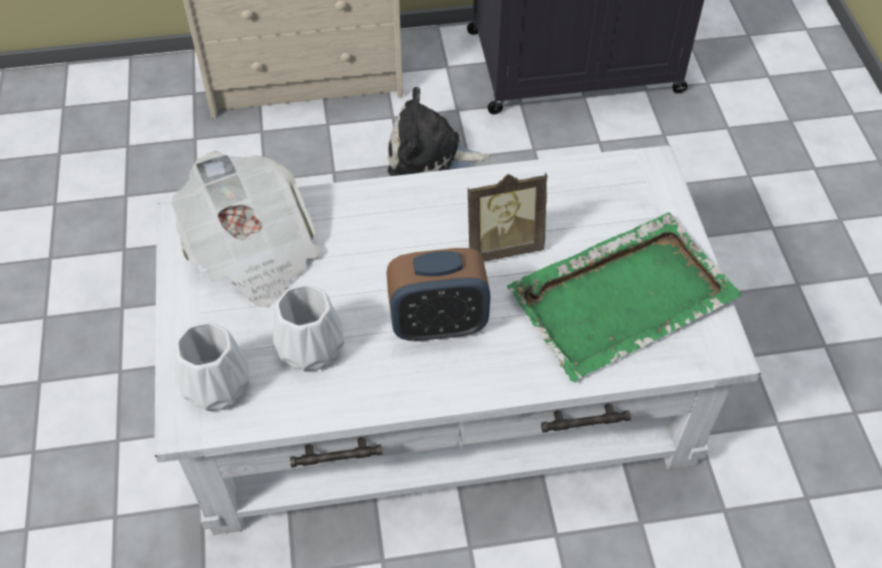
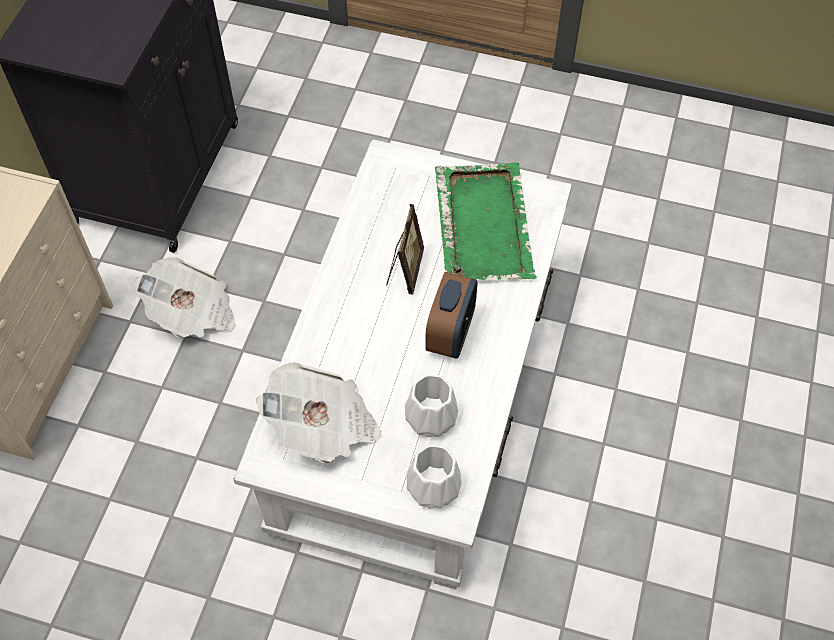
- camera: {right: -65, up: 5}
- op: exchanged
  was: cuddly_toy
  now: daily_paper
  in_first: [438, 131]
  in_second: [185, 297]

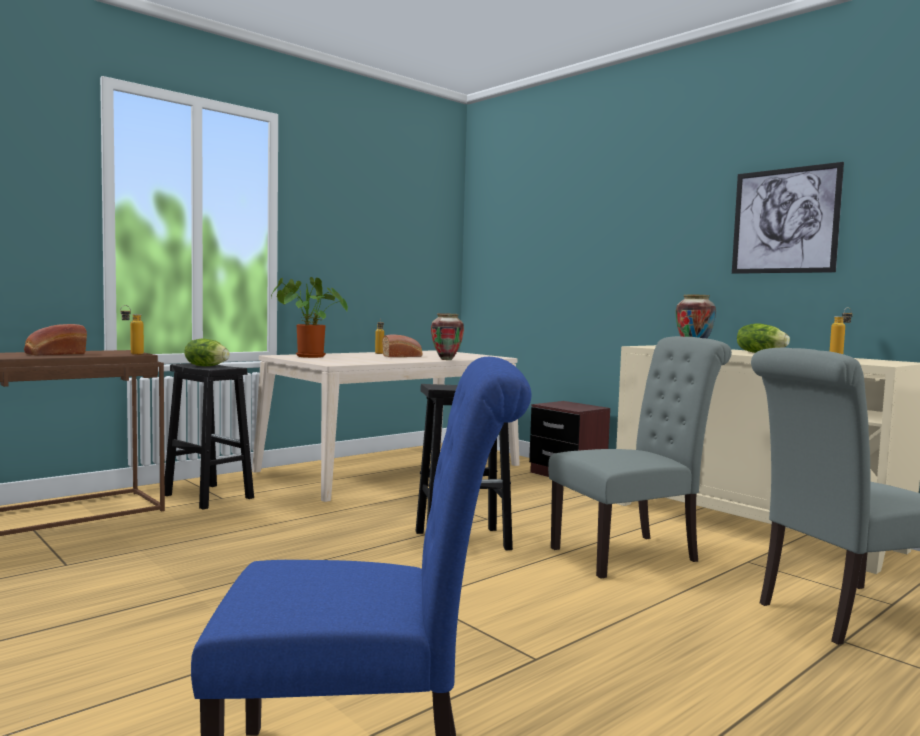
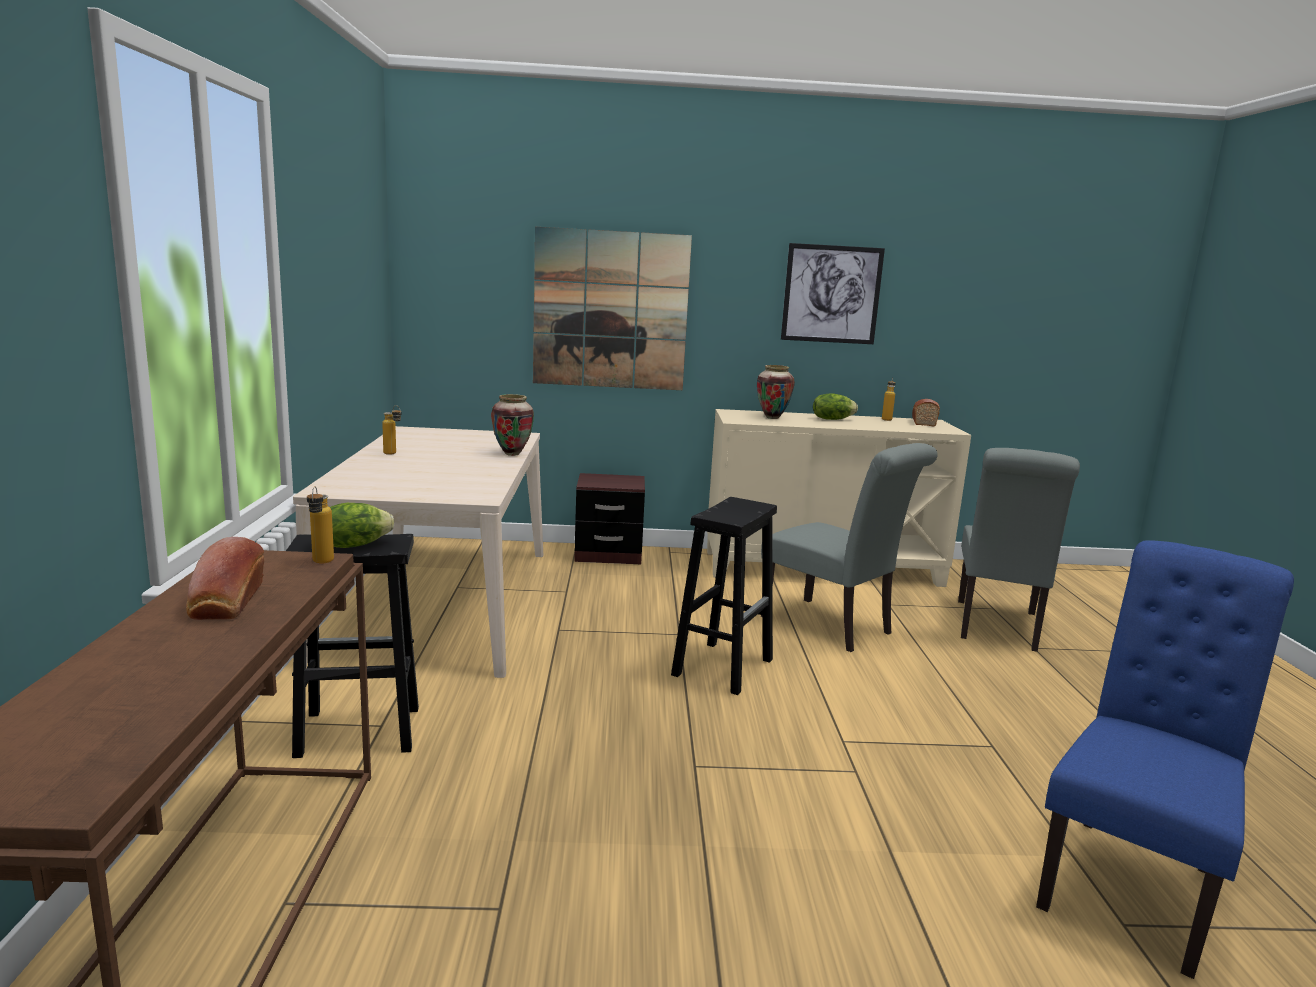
- camera: {right: -50, up: 10}
- op: appeared
  now: wall_art
  in_second: [612, 308]
- op: spun
  was: greyish_plain_chair
  in_first: [640, 457]
  in_second: [849, 547]
  clockwise: 120
- op: relocated
  was: bread
  in_first: [402, 345]
  in_second: [926, 413]
- op: missing
  was: potted_plant
  in_first: [309, 317]

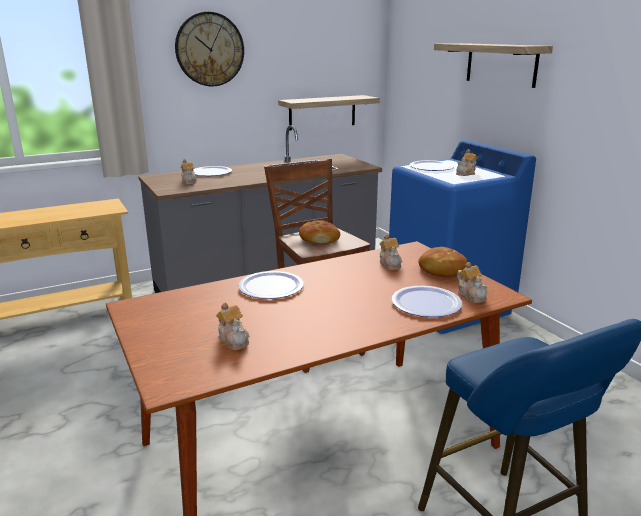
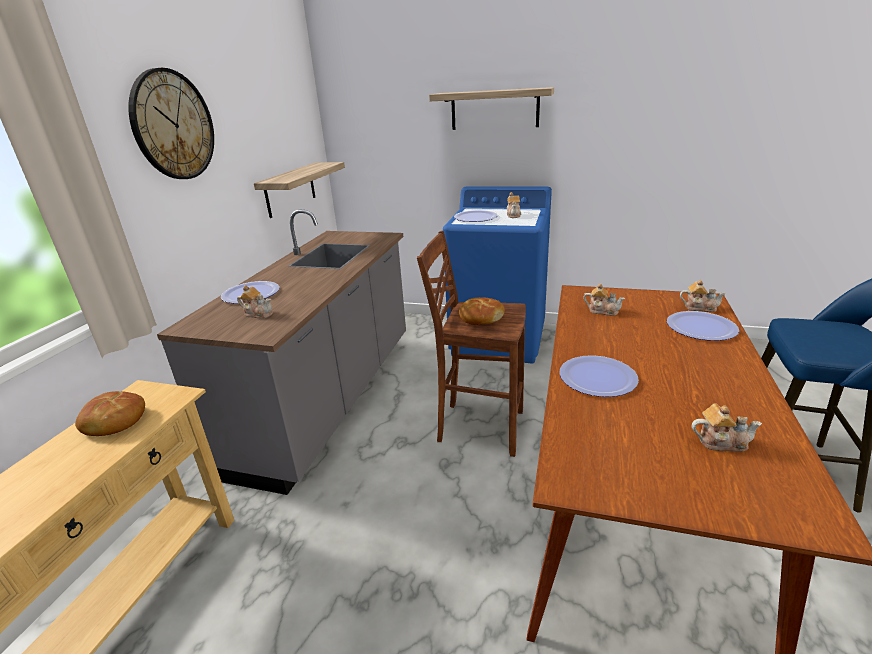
- camera: {right: -45, up: 5}
- op: relocated
  was: bread
  in_first: [443, 262]
  in_second: [110, 413]

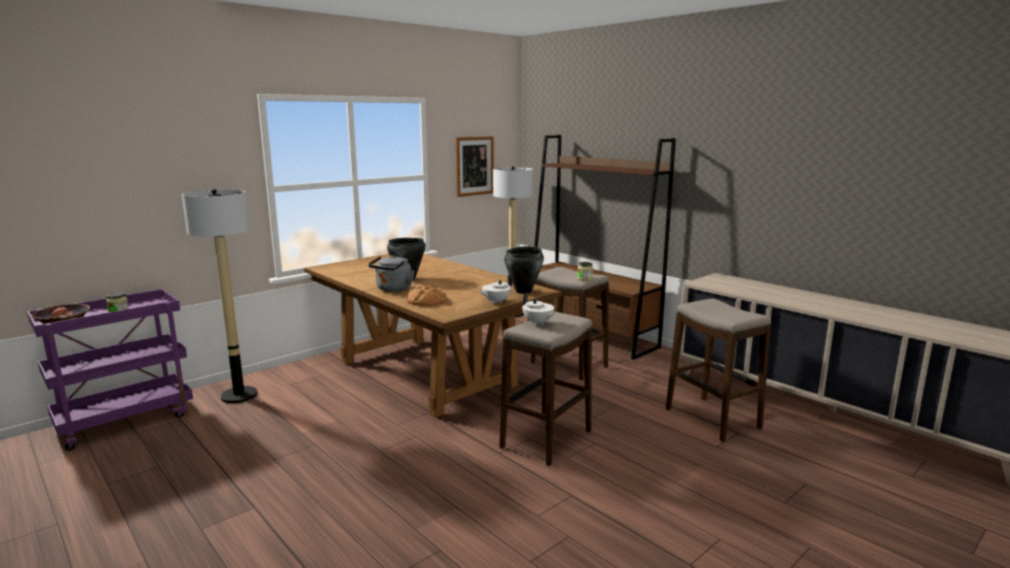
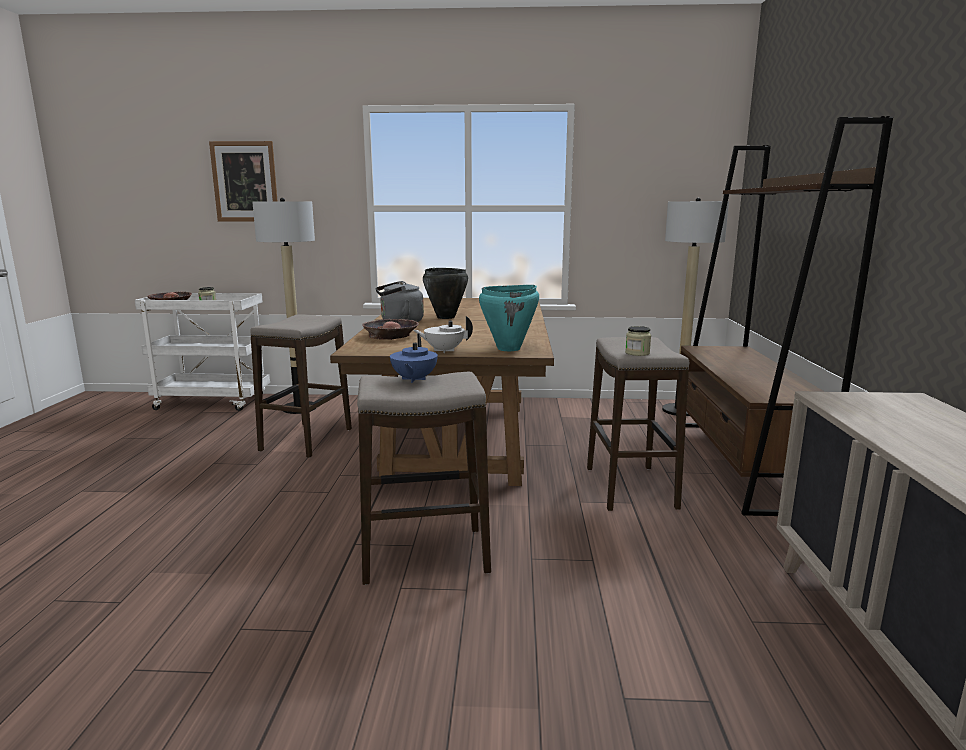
- camera: {right: 45, up: 0}
- op: colour
  was: purple-coloured_wheeled_cart
  now: whitish_wheeled_cart
  in_first: [110, 370]
  in_second: [202, 352]
- op: relocated
  was: wall_art
  in_first: [475, 166]
  in_second: [243, 181]
- op: relocated
  was: stool
  in_first: [718, 370]
  in_second: [301, 386]
- op: exchanged
  was: bread
  now: bowl
  in_first: [427, 295]
  in_second: [390, 329]
- op: colour
  was: whitish_teapot
  now: blue-coloured_teapot
  in_first: [538, 308]
  in_second: [414, 358]
- op: colour
  was: black-coloured_stockpot
  now: blue-green_stockpot
  in_first: [524, 270]
  in_second: [509, 318]

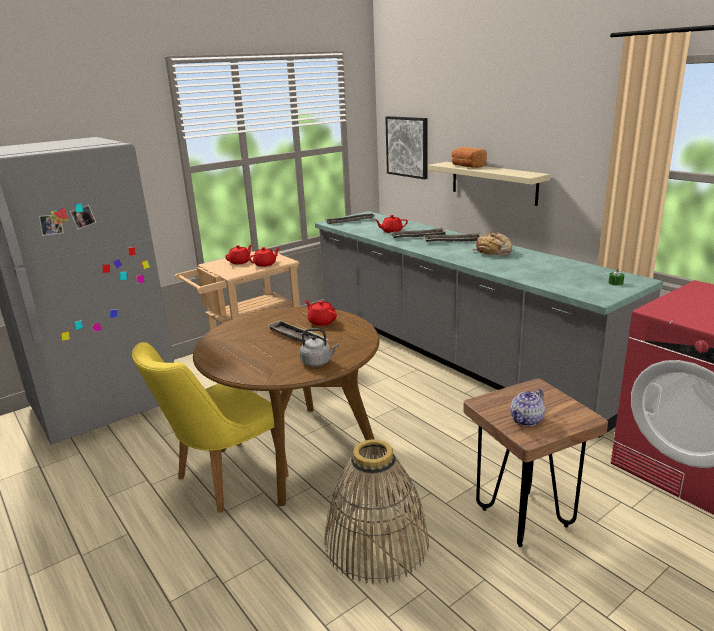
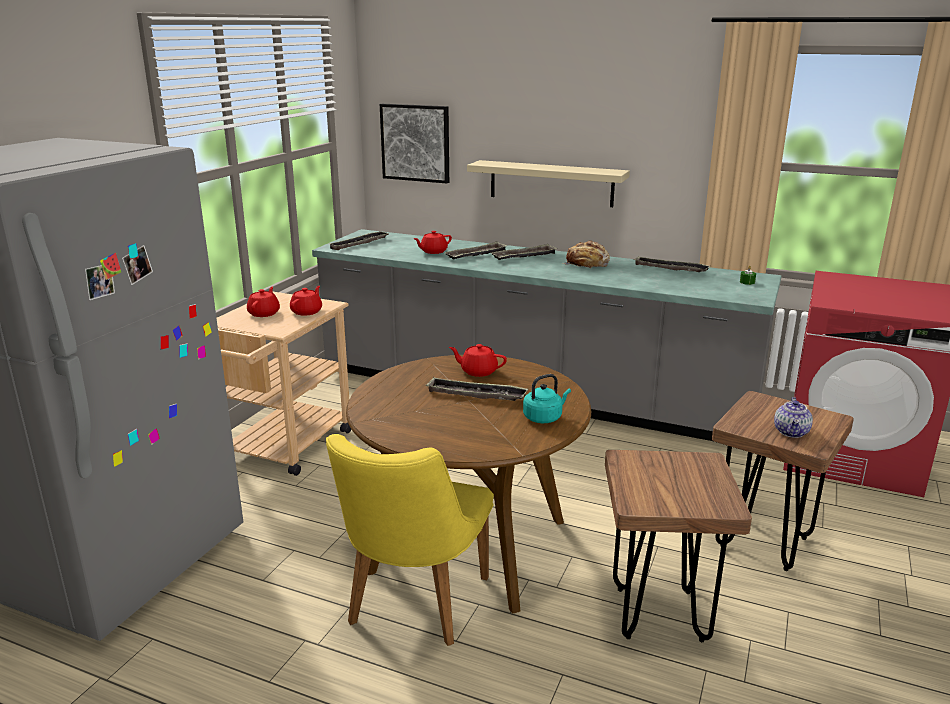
- camera: {right: -30, up: 0}
- op: colour
  was: greyish_water_kettle
  now: blue-green_water_kettle
  in_first: [319, 347]
  in_second: [547, 398]
- op: exchanged
  was: storage_basket
  now: brownish_stool
  in_first: [377, 511]
  in_second: [678, 546]
- op: appeared
  now: tray
  in_second: [671, 264]
- op: missing
  was: bread
  in_first: [469, 157]

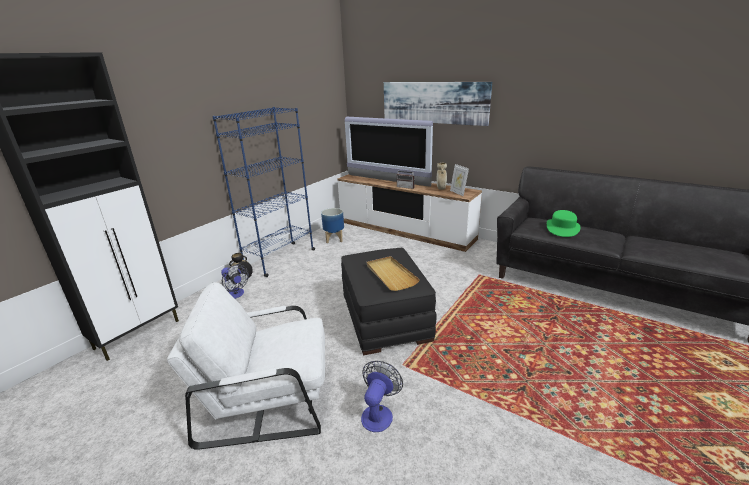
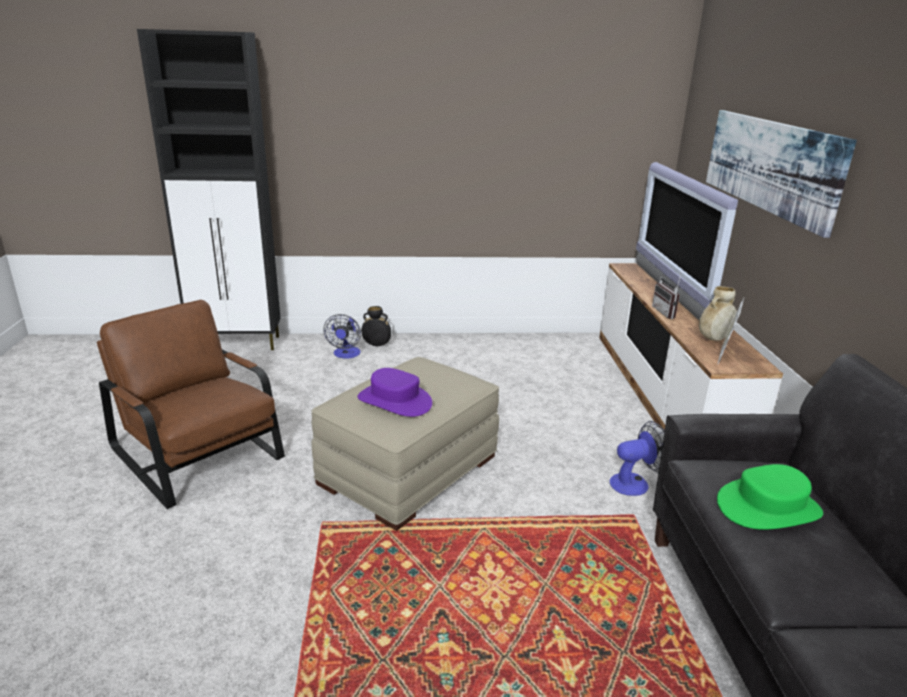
- camera: {right: 50, up: 0}
- op: colour
  was: whitish_lounge_chair
  now: brownish_lounge_chair
  in_first: [246, 366]
  in_second: [191, 404]
- op: colour
  was: black-coloured_footrest
  now: beige_footrest
  in_first: [389, 301]
  in_second: [405, 444]
- op: exchanged
  was: beige_tray
  now: purple-coloured_wearable_hat
  in_first: [393, 273]
  in_second: [394, 392]
- op: relocated
  was: electric_fan
  in_first: [382, 396]
  in_second: [637, 458]
- op: missing
  was: blue-coloured_bookcase
  in_first: [263, 192]
- op: missing
  was: planter
  in_first: [332, 225]

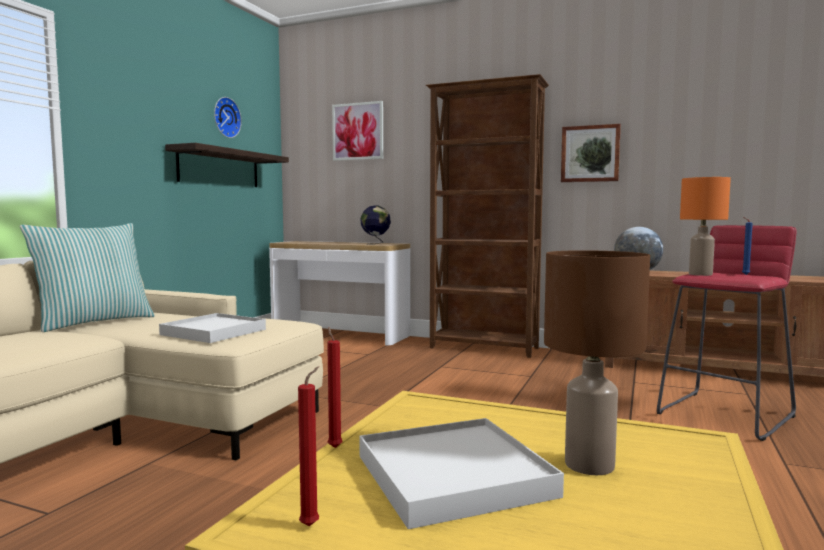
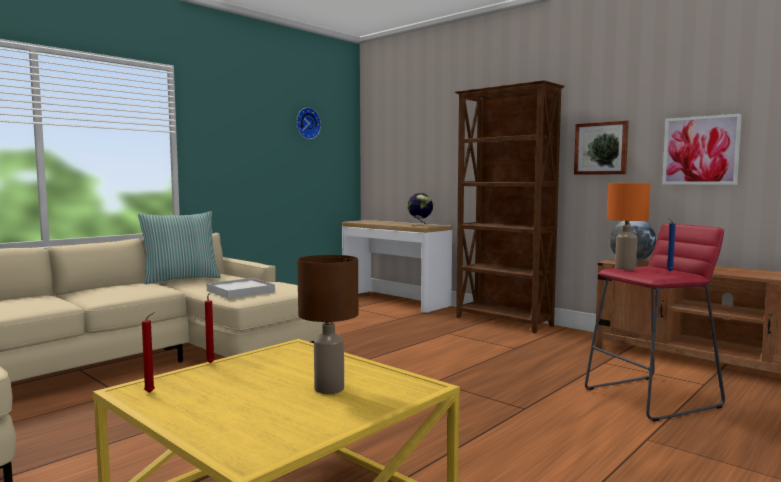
- camera: {right: 20, up: 0}
- op: relocated
  was: wall_art
  in_first: [357, 131]
  in_second: [702, 149]
- op: missing
  was: wall_shelf
  in_first: [227, 165]
- op: missing
  was: whitish_tray
  in_first: [461, 473]

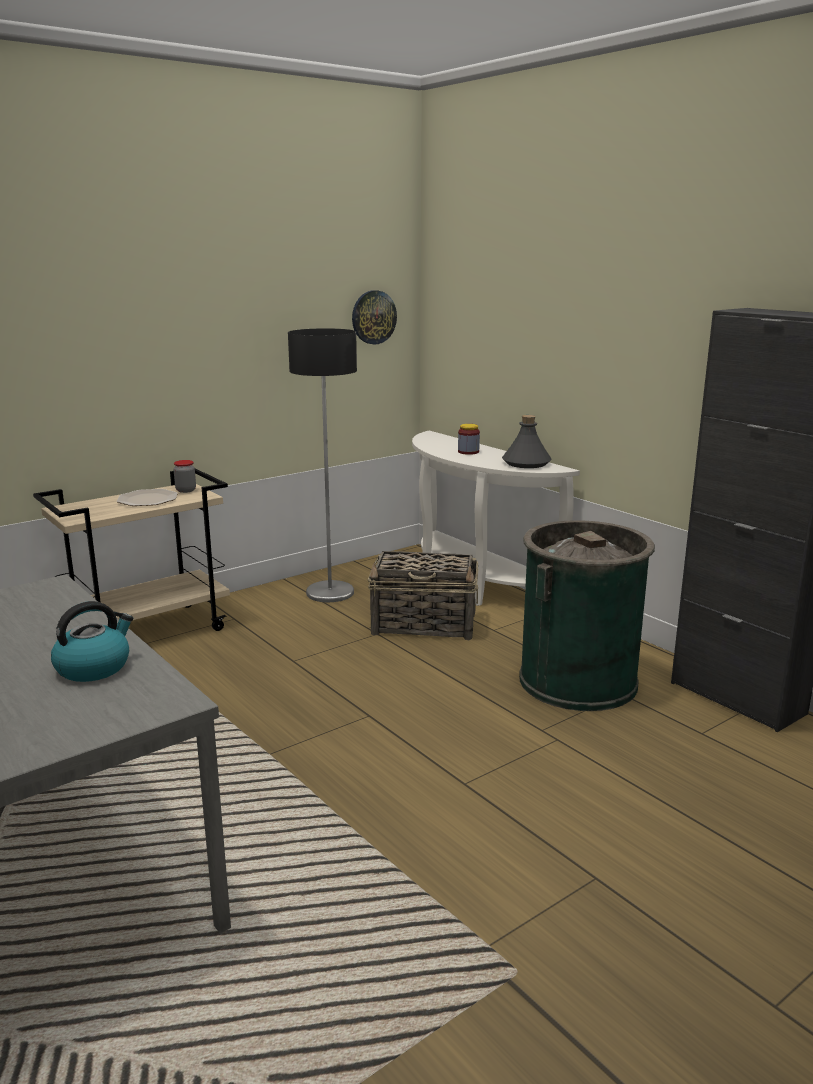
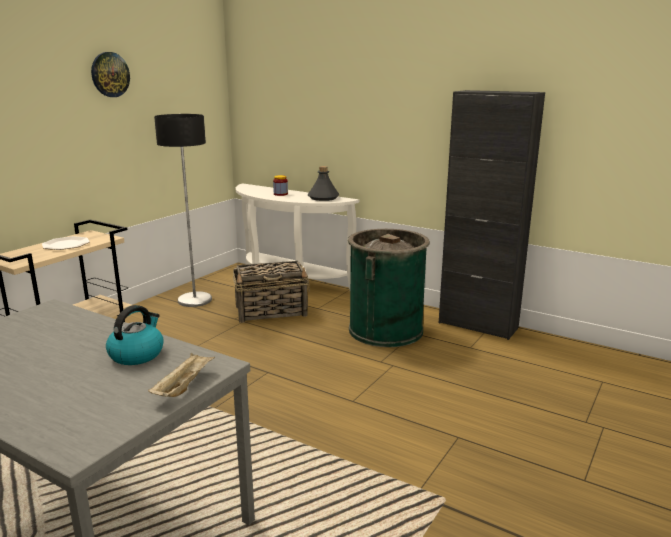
- camera: {right: -20, up: 0}
- op: relocated
  was: wall_clock
  in_first: [374, 317]
  in_second: [110, 74]
- op: appeared
  now: beige_tray
  in_second: [181, 375]
- op: missing
  was: preserve_jar
  in_first: [185, 476]

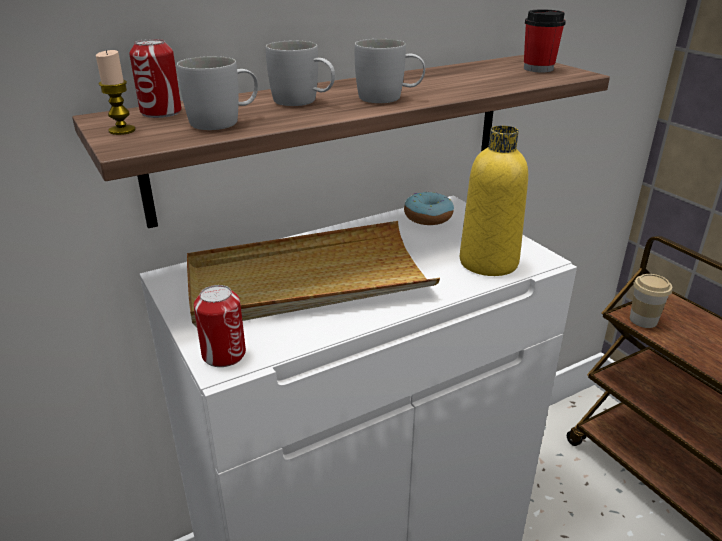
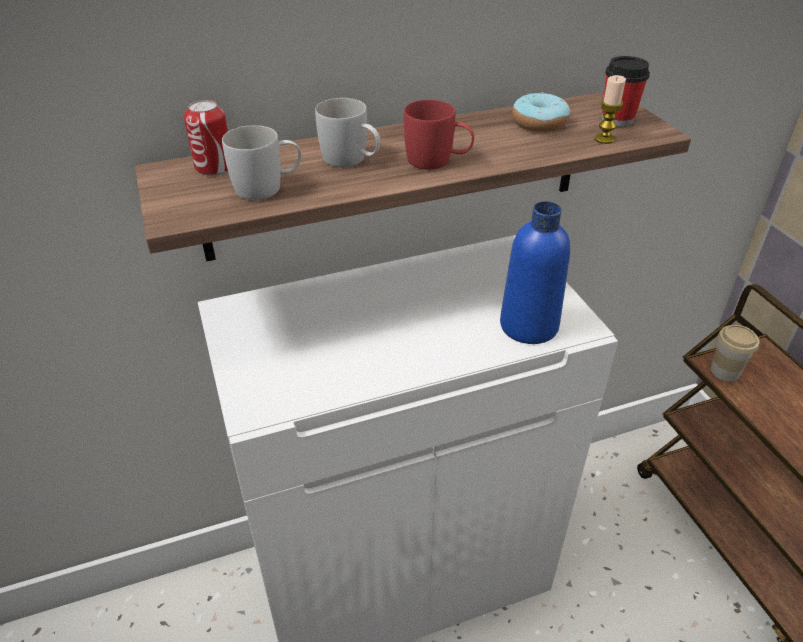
- camera: {right: 10, up: 10}
- op: colour
  was: whitish_mug
  now: reddish_mug
  in_first: [390, 71]
  in_second: [439, 135]
- op: colour
  was: yellow-coloured_beverage_bottle
  now: blue-coloured_beverage_bottle
  in_first: [494, 200]
  in_second: [535, 272]
- op: relocated
  was: donut
  in_first: [429, 208]
  in_second: [541, 112]
- op: relocated
  was: candle
  in_first: [115, 92]
  in_second: [610, 109]
- op: missing
  was: beige_tray
  in_first: [313, 274]
- op: missing
  was: metal_can
  in_first: [220, 326]

